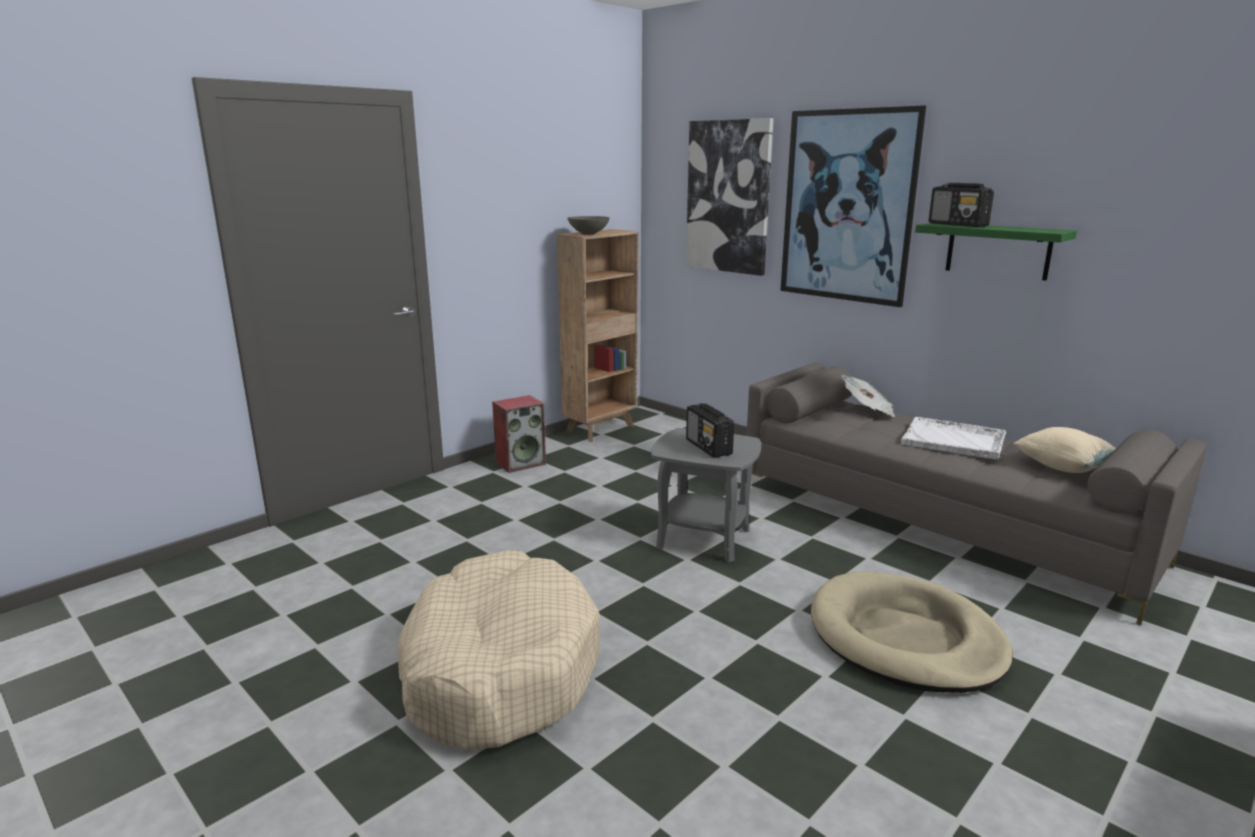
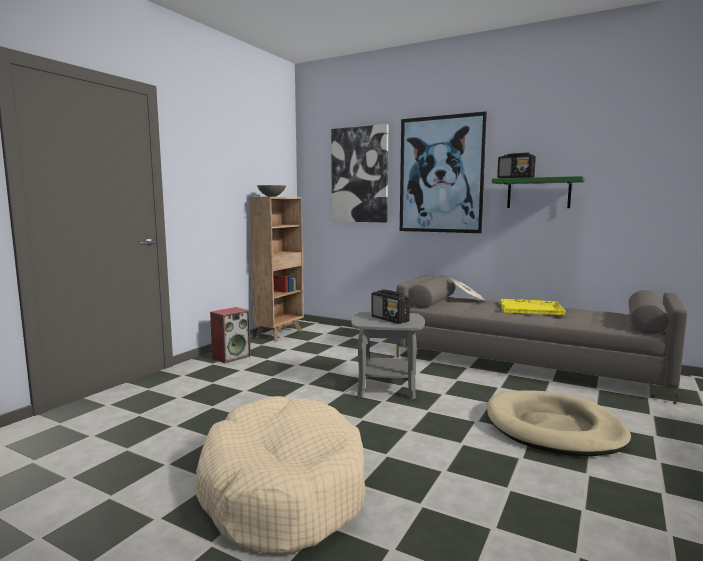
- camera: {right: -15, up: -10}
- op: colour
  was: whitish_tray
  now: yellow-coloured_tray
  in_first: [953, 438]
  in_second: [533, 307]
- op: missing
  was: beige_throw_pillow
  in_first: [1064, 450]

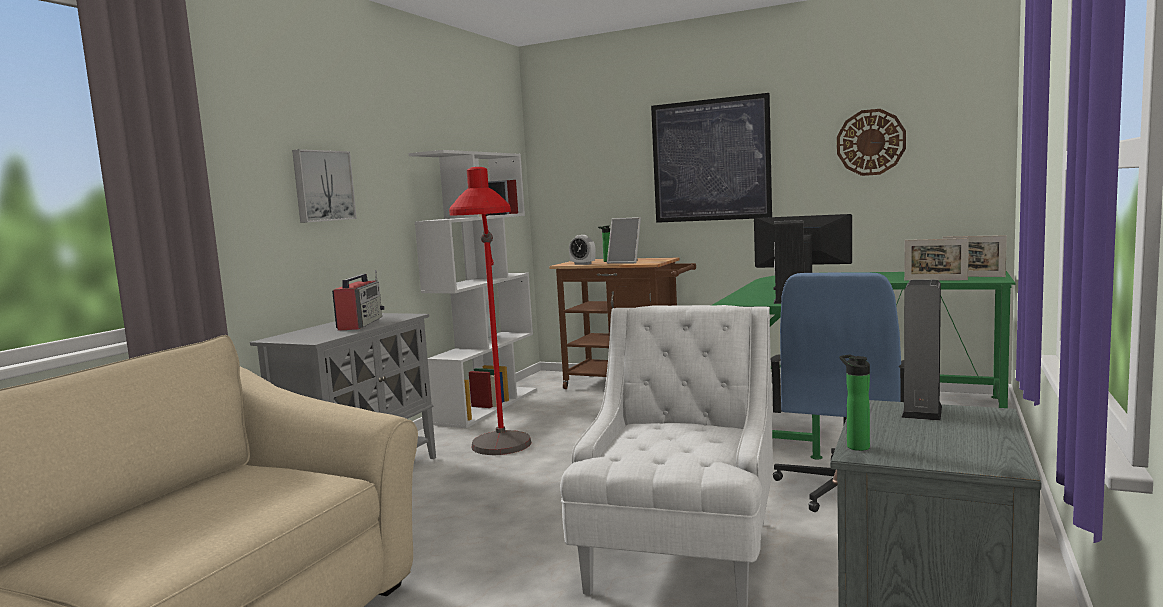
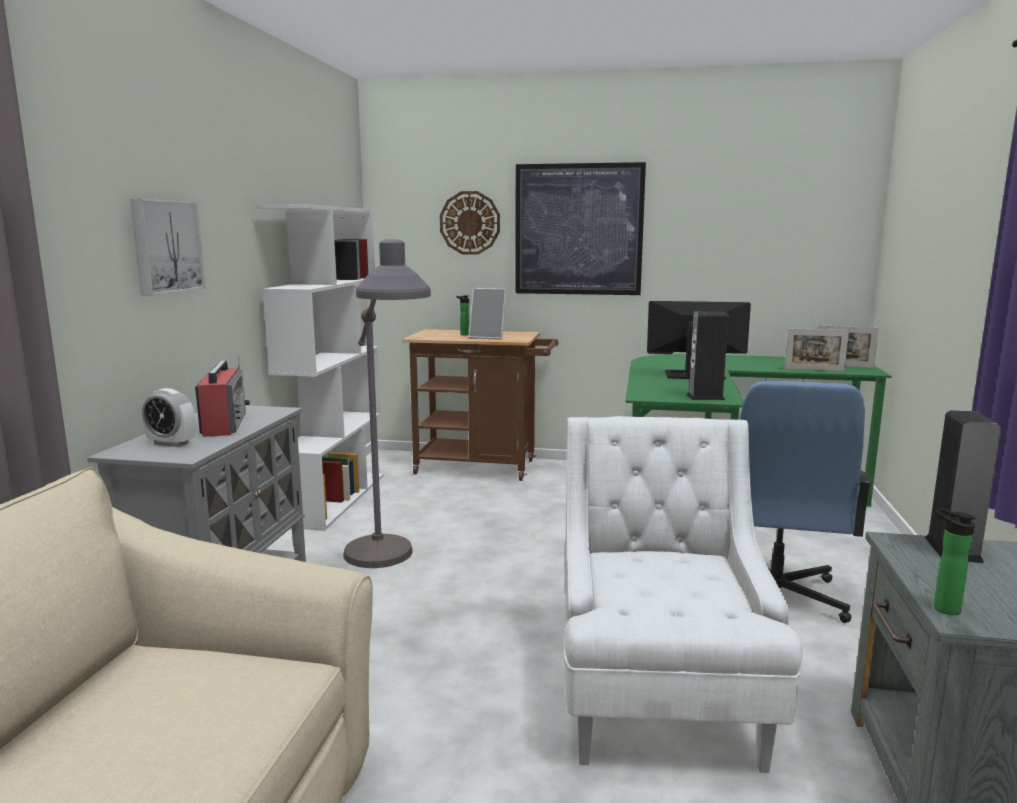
- camera: {right: -15, up: 5}
- op: relocated
  was: bedside_clock
  in_first: [582, 250]
  in_second: [168, 417]
- op: colour
  was: reddish_standing_lamp
  now: greyish_standing_lamp
  in_first: [490, 311]
  in_second: [387, 403]
- op: relocated
  was: wall_clock
  in_first: [871, 142]
  in_second: [470, 223]

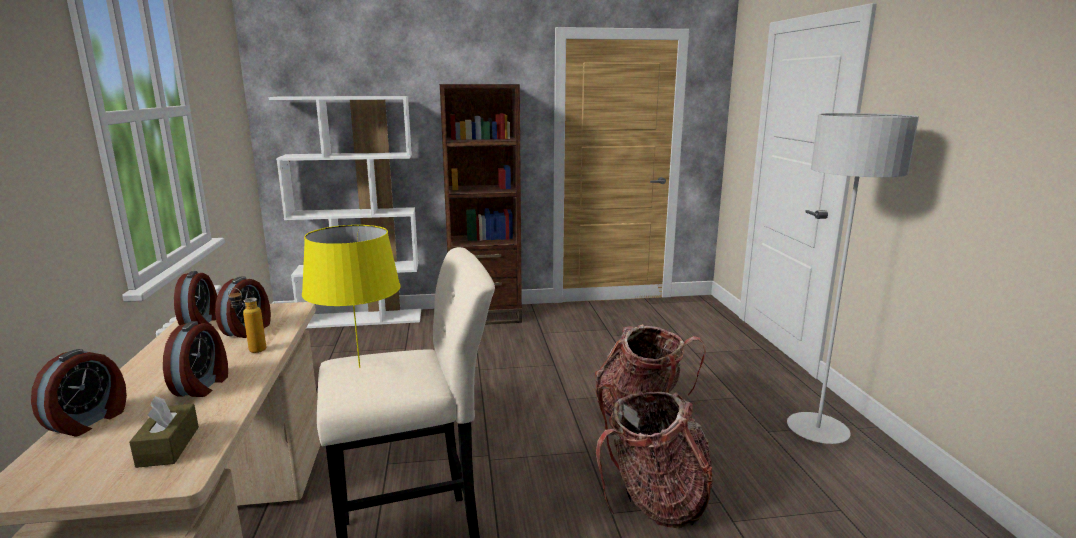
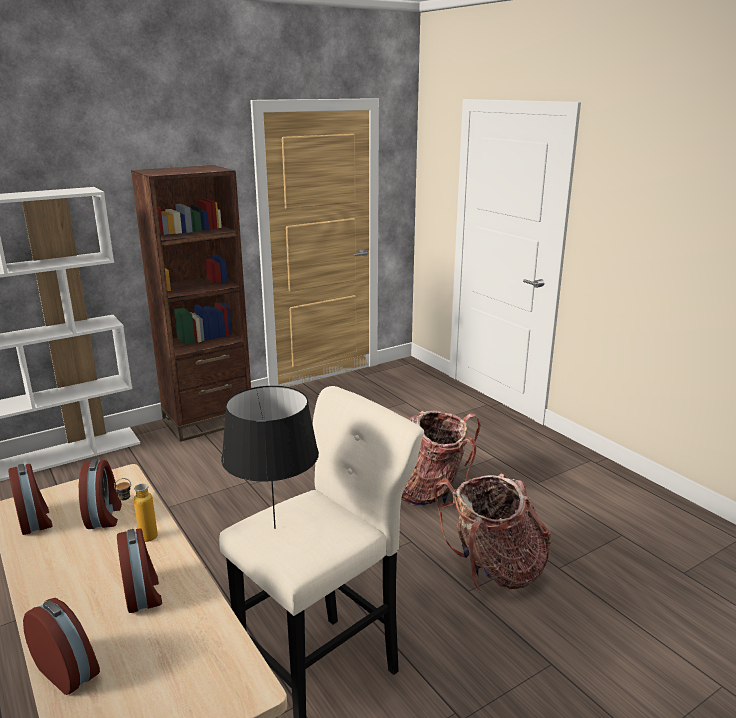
- camera: {right: -25, up: 5}
- op: spun
  was: bedside_clock
  in_first: [79, 392]
  in_second: [61, 646]
  clockwise: -45
- op: colour
  was: yellow-coloured_lamp_for_a_table
  now: black-coloured_lamp_for_a_table
  in_first: [351, 296]
  in_second: [270, 457]
- op: missing
  was: brownish_box_of_tissues
  in_first: [164, 432]
- op: missing
  was: greyish_standing_lamp
  in_first: [853, 278]

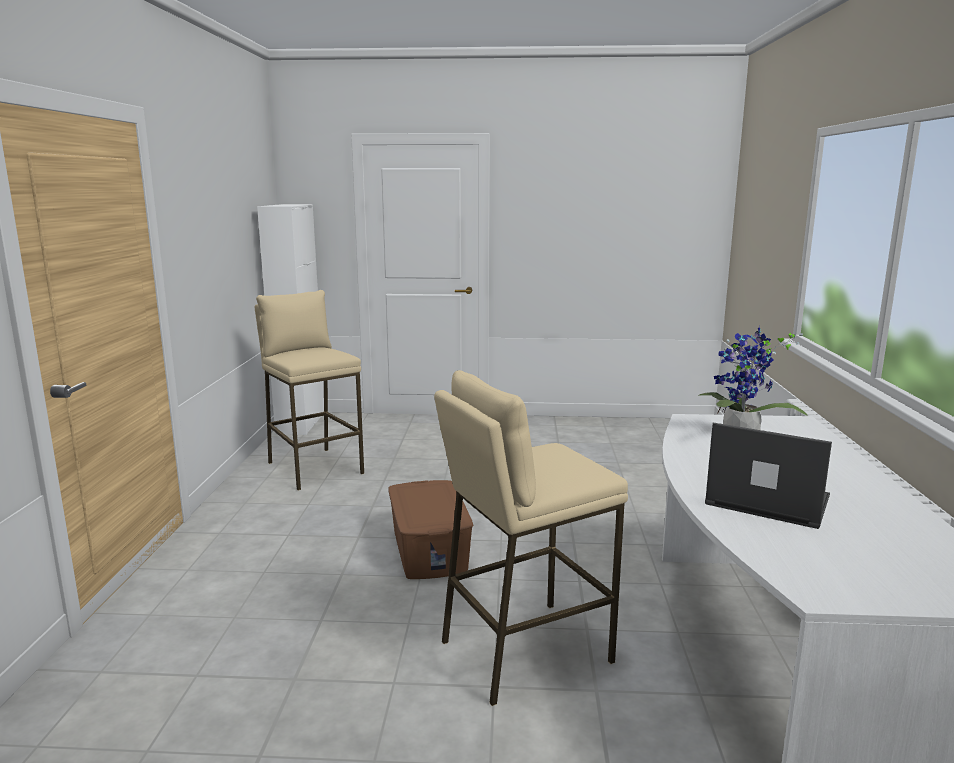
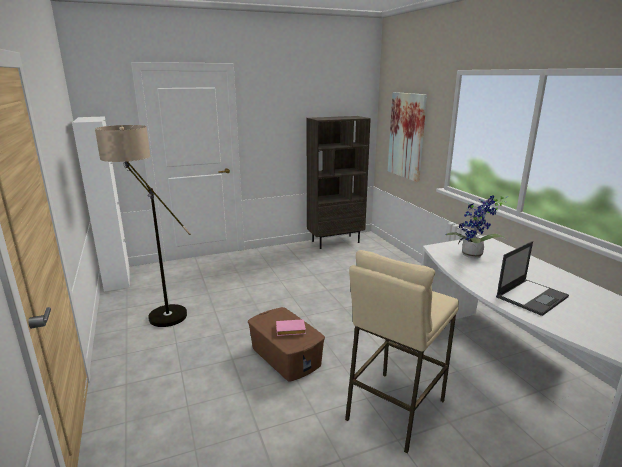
- camera: {right: -25, up: 5}
- op: exchanged
  was: beige_stool
  now: standing_lamp
  in_first: [309, 390]
  in_second: [143, 226]
- op: appeared
  now: pink_book
  in_second: [291, 327]
- op: appeared
  now: brownish_bookcase
  in_second: [338, 182]
- op: appeared
  now: wall_art
  in_second: [407, 137]
- op: spun
  was: notebook_computer
  in_first: [768, 476]
  in_second: [532, 278]
  clockwise: 135

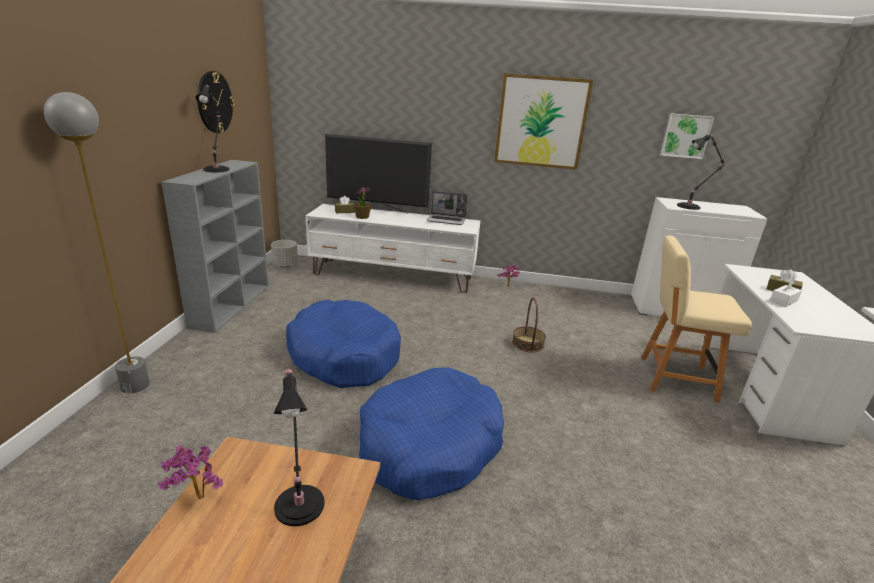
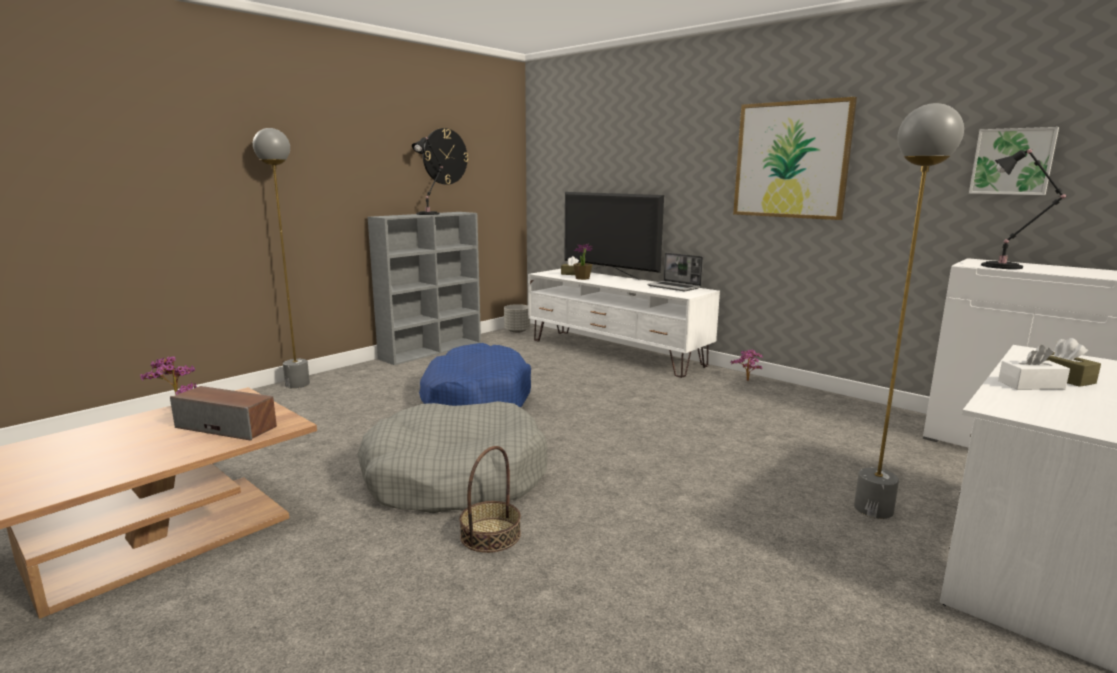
- camera: {right: 35, up: -10}
- op: exchanged
  was: black-coloured_lamp_for_a_table
  now: loudspeaker
  in_first: [299, 447]
  in_second: [223, 413]
- op: colour
  was: blue-coloured_pet_bed
  now: greyish_pet_bed
  in_first: [431, 433]
  in_second: [452, 457]
- op: relocated
  was: storage_basket
  in_first: [529, 324]
  in_second: [490, 499]
- op: exchanged
  was: beige_plain_chair
  now: greyish_standing_lamp
  in_first: [696, 319]
  in_second: [909, 311]

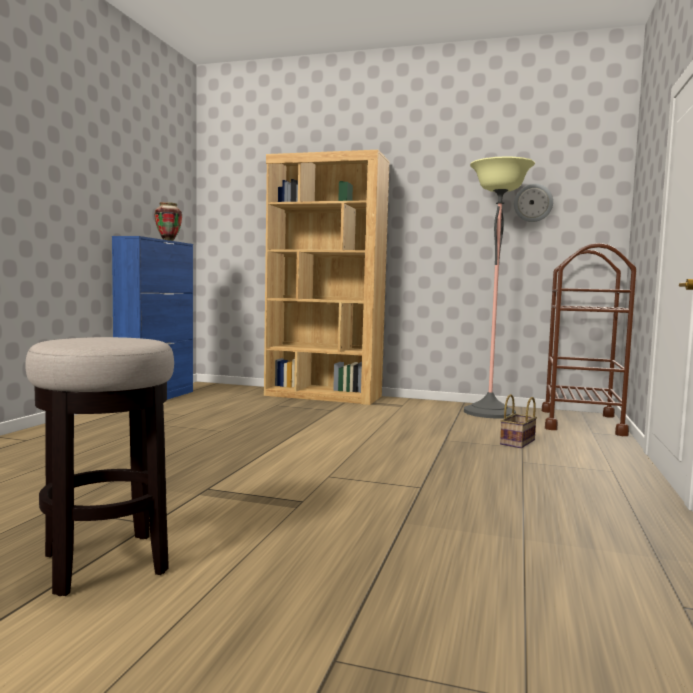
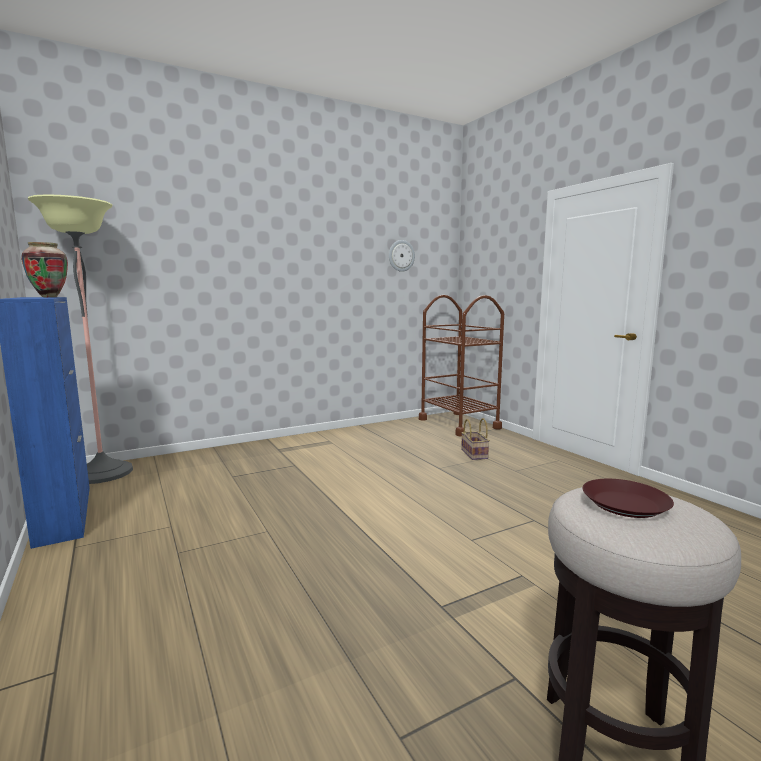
- camera: {right: -45, up: 5}
- op: relocated
  was: standing_lamp
  in_first: [499, 287]
  in_second: [80, 339]
- op: appeared
  now: brownish_flat_dish
  in_second: [628, 498]
- op: missing
  was: brownish_bookcase
  in_first: [327, 277]

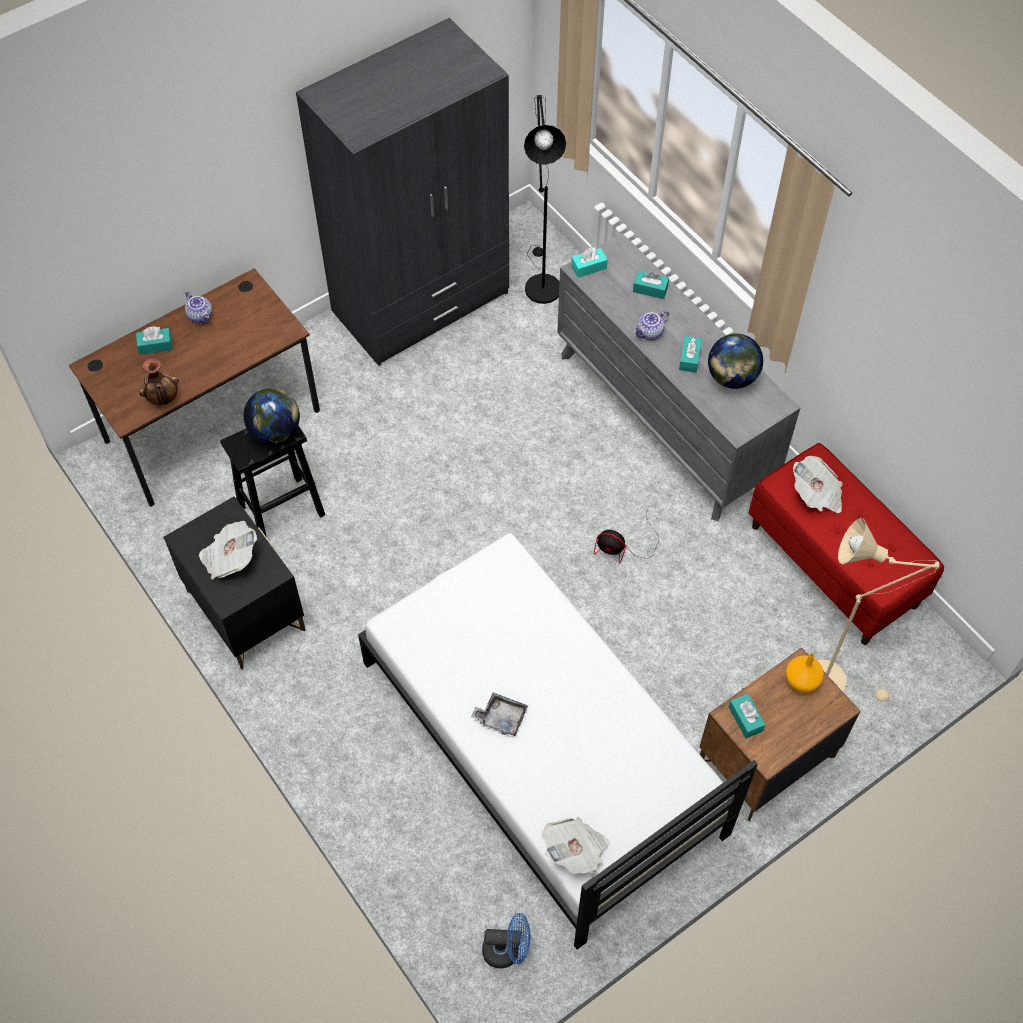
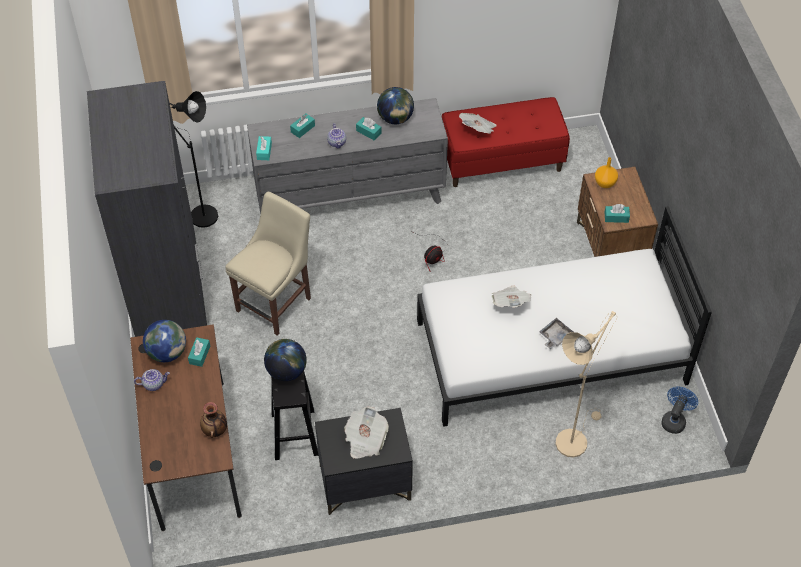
- camera: {right: -65, up: -5}
- op: appeared
  now: world_globe
  in_second: [164, 341]
- op: relocated
  was: blue-green_box_of_tissues
  in_first: [154, 340]
  in_second: [199, 352]
- op: appeared
  now: beige_plain_chair
  in_second: [268, 264]
- op: relocated
  was: daily_paper
  in_first: [576, 845]
  in_second: [511, 297]
- op: relocated
  was: beige_standing_lamp
  in_first: [878, 610]
  in_second: [586, 384]

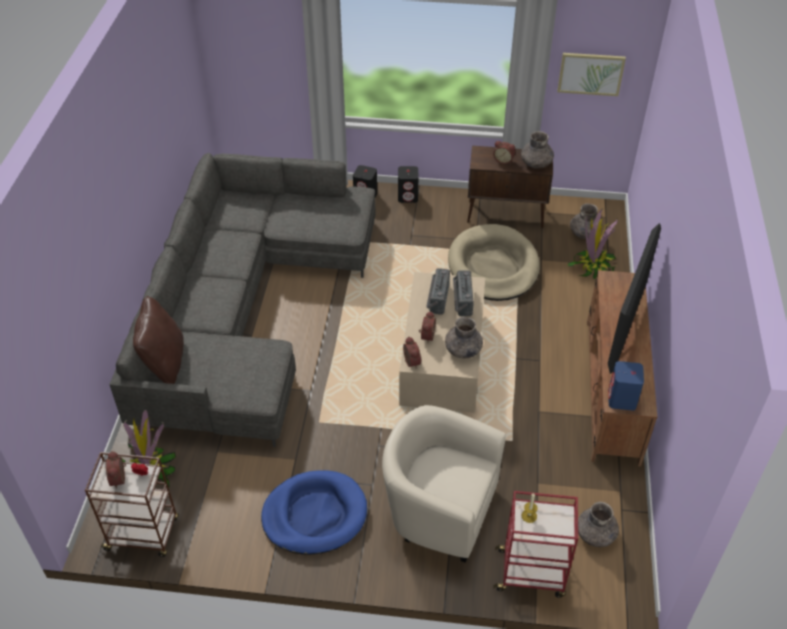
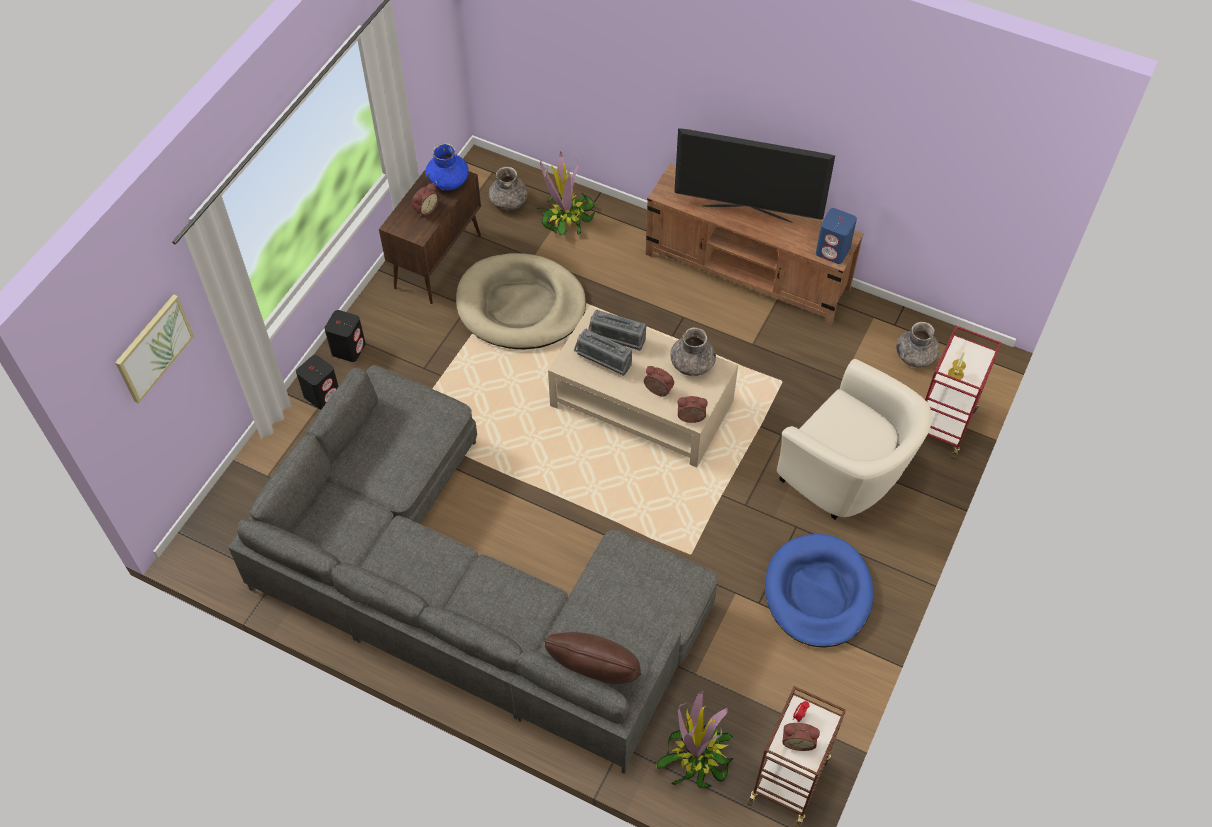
- camera: {right: -70, up: 10}
- op: relocated
  was: wall_art
  in_first: [592, 74]
  in_second: [154, 348]
- op: colour
  was: greyish_flower_vase
  now: blue-coloured_flower_vase
  in_first: [537, 150]
  in_second: [447, 167]
- op: spun
  was: TV_set
  in_first: [634, 298]
  in_second: [754, 175]
  clockwise: 150
- op: spun
  was: beige_lounge_chair
  in_first: [444, 484]
  in_second: [854, 439]
  clockwise: -90

